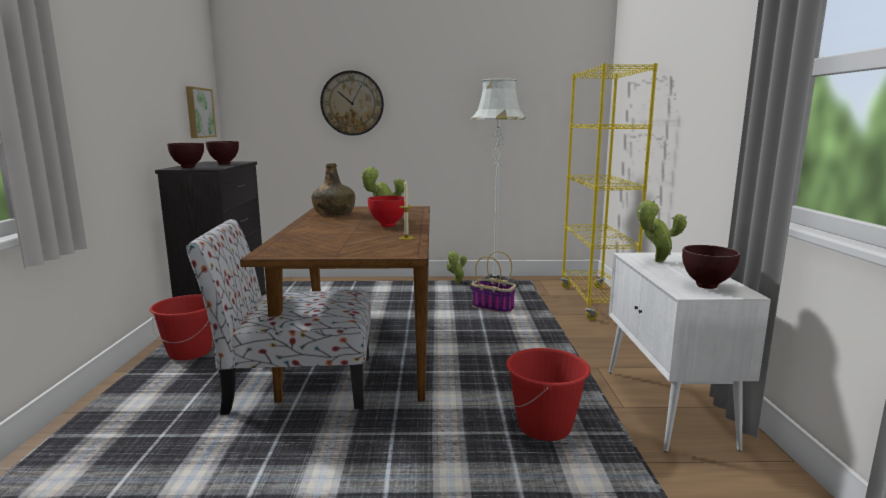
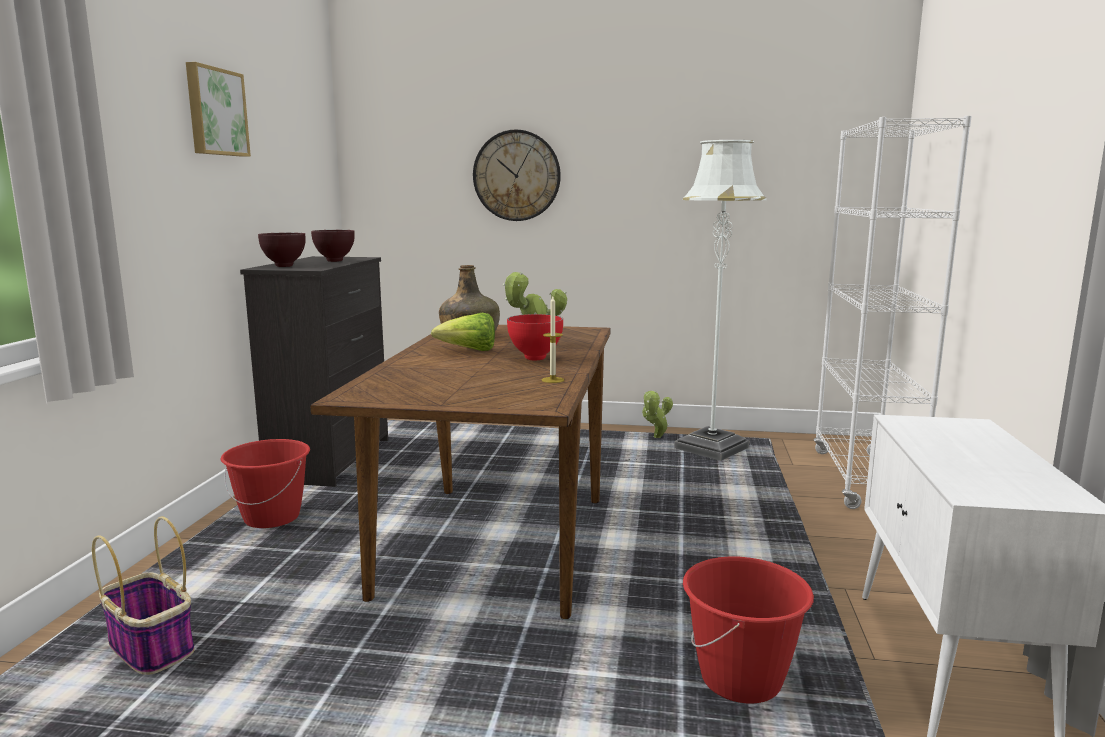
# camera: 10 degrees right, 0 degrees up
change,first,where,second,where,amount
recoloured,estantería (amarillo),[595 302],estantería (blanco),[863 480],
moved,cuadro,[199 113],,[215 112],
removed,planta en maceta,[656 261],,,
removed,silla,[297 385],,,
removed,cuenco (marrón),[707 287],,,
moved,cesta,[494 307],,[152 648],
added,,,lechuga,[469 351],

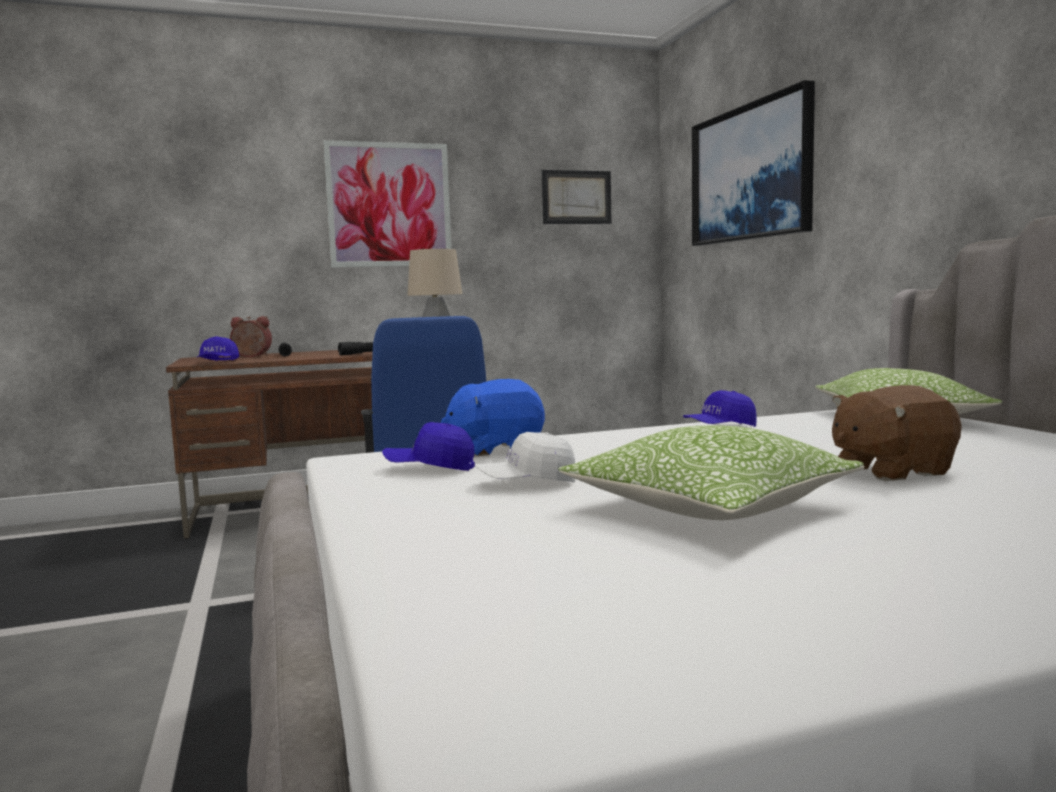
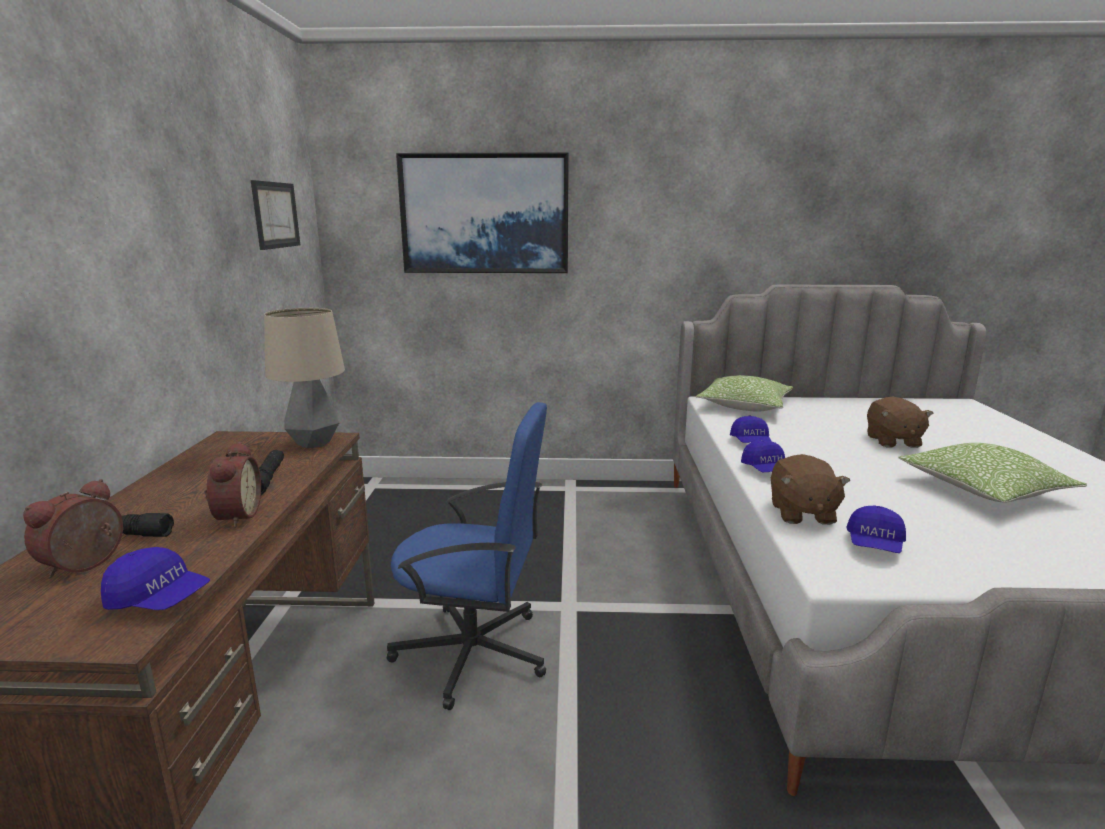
# camera: 70 degrees left, 10 degrees up
change,first,where,second,where,amount
removed,cuadro,[389 205],,,
recoloured,peluche (azul),[496 449],peluche (marrón),[801 513],
removed,gorra (blanco),[527 483],,,
added,,,gorra (azul),[766 470],
added,,,despertador,[235 516],

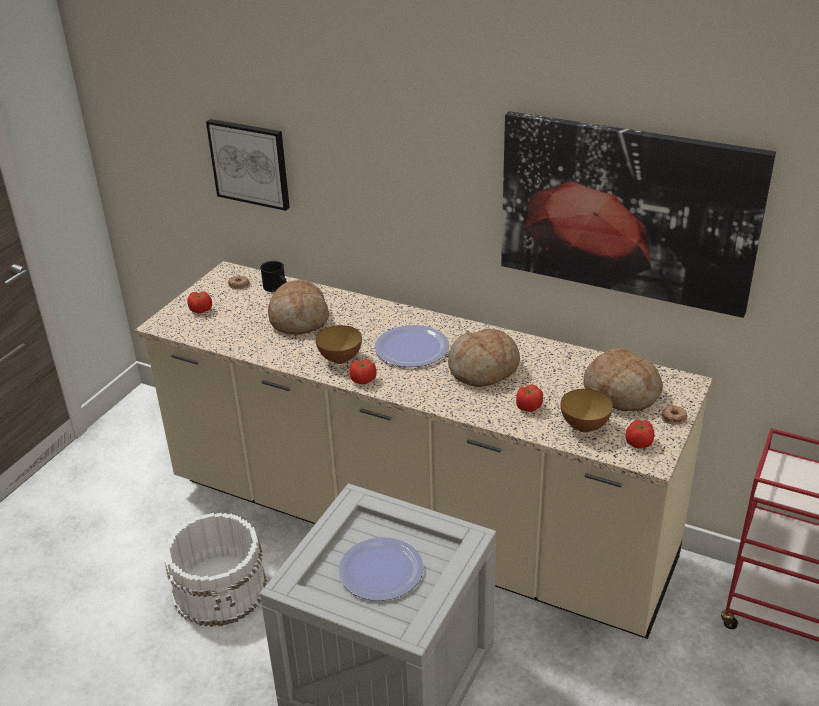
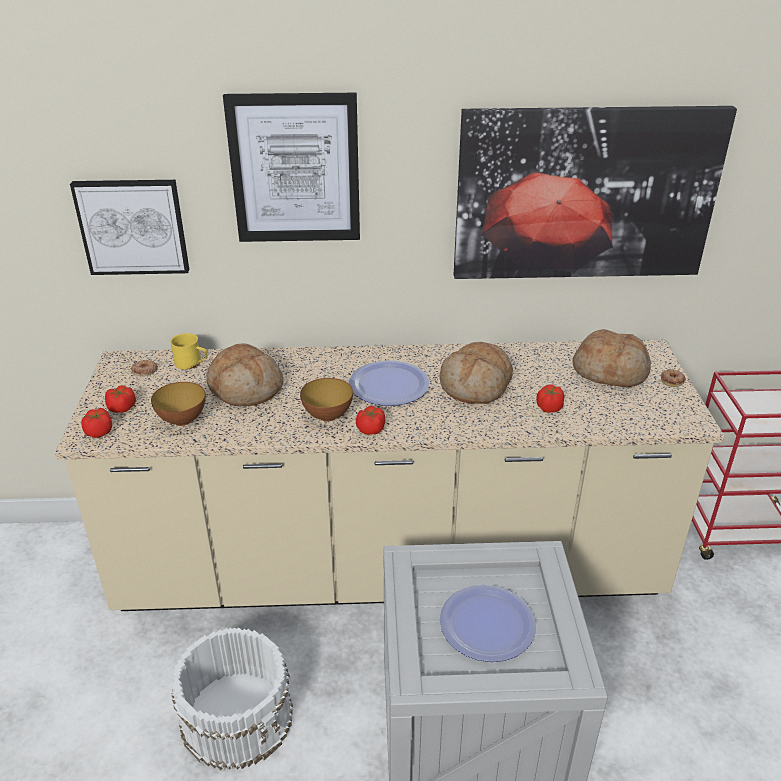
# camera: 30 degrees left, 0 degrees up
change,first,where,second,where,amount
recoloured,taza grande (negro),[276 288],taza grande (amarillo),[192 363],
moved,cuenco,[584 426],,[182 420],
moved,tomate,[639 443],,[99 432],
added,,,cuadro,[295 169],

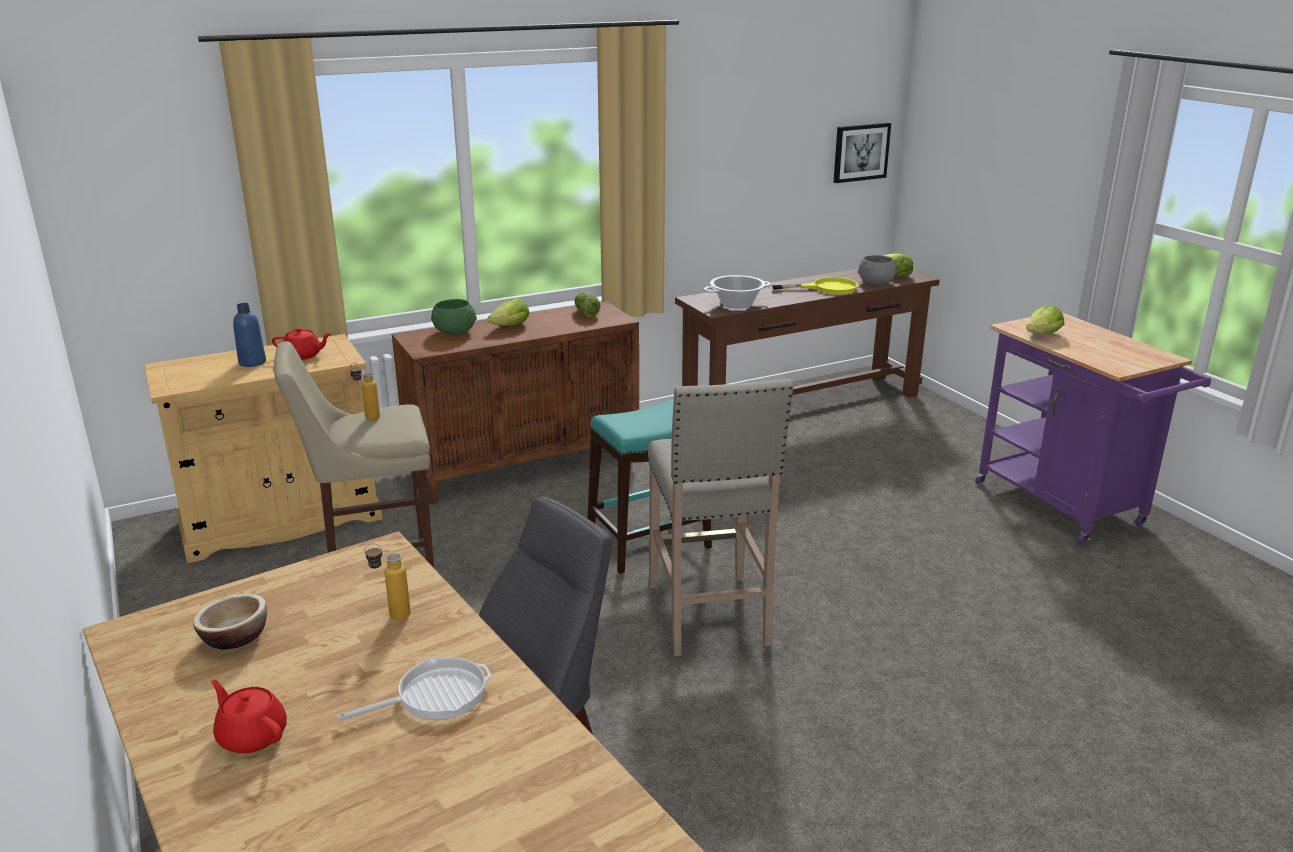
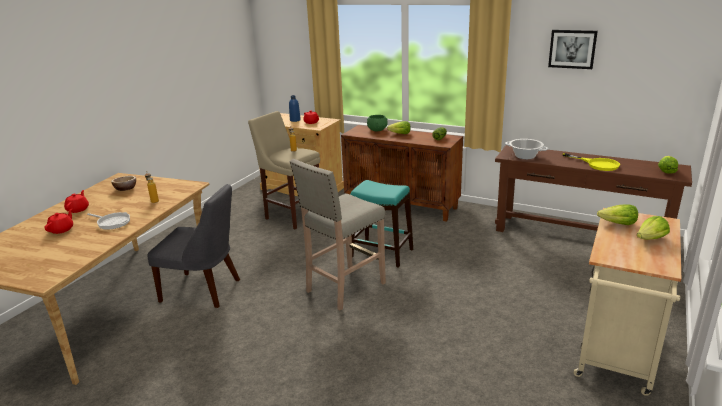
# camera: 55 degrees right, 0 degrees up
change,first,where,second,where,amount
moved,cuadro,[860 152],,[572 49],
removed,cuenco (gris),[876 283],,,
recoloured,carrito (morado),[1066 508],carrito (beis),[615 357],
added,,,tetera (rojo),[62 229],
added,,,lechuga,[651 239],

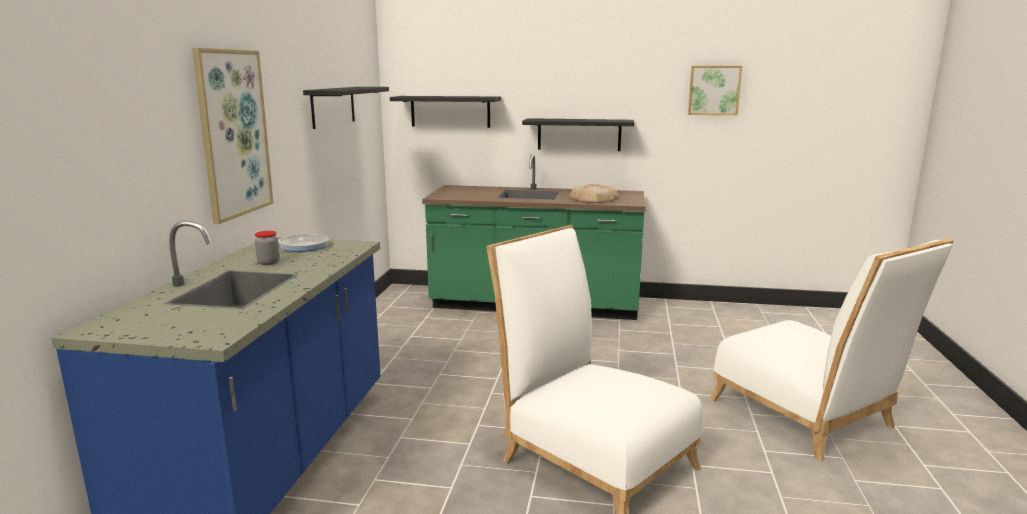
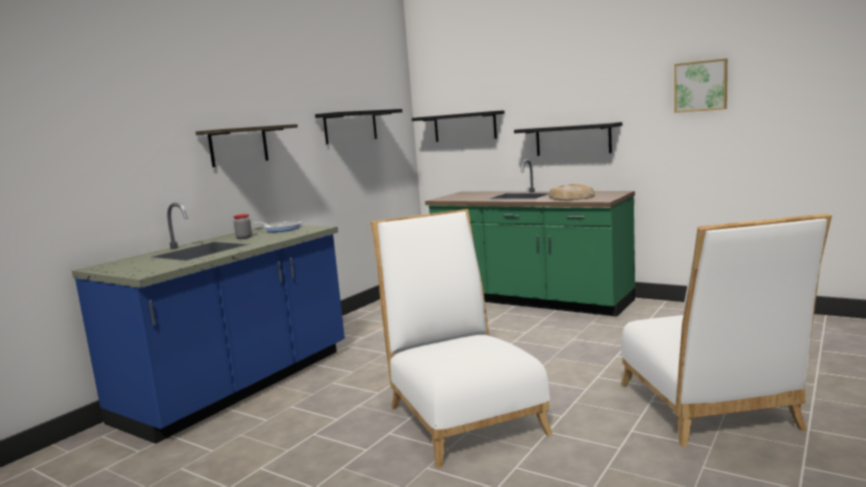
# camera: 25 degrees right, 5 degrees down
change,first,where,second,where,amount
replaced,cuadro,[233 133],estante,[238 146],

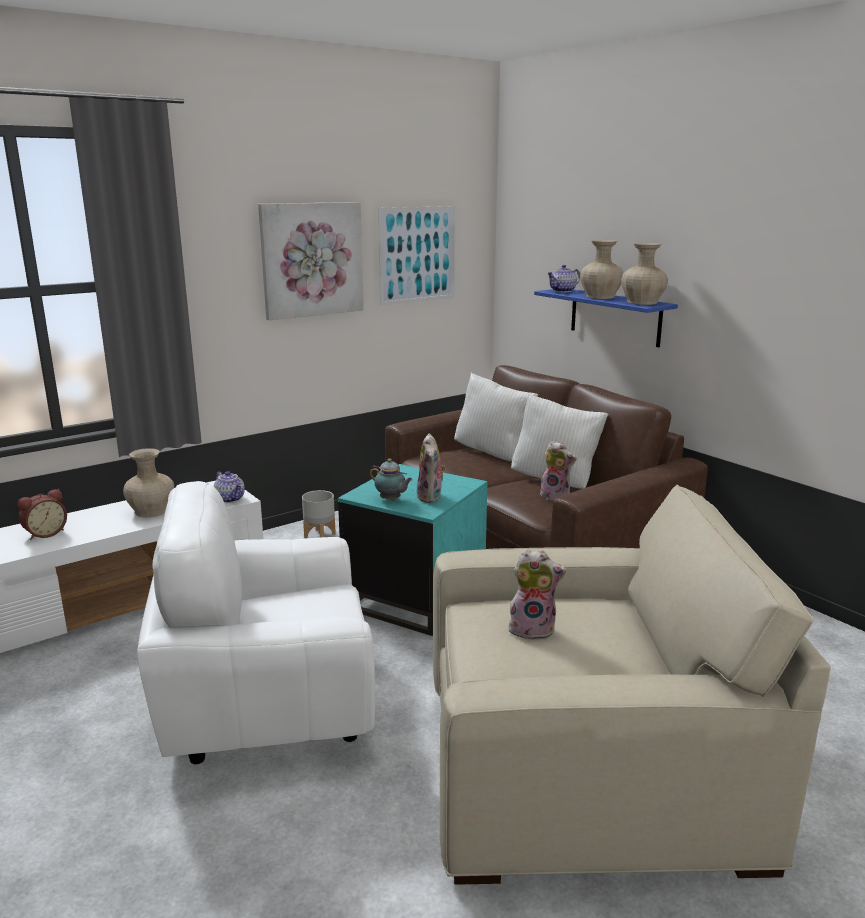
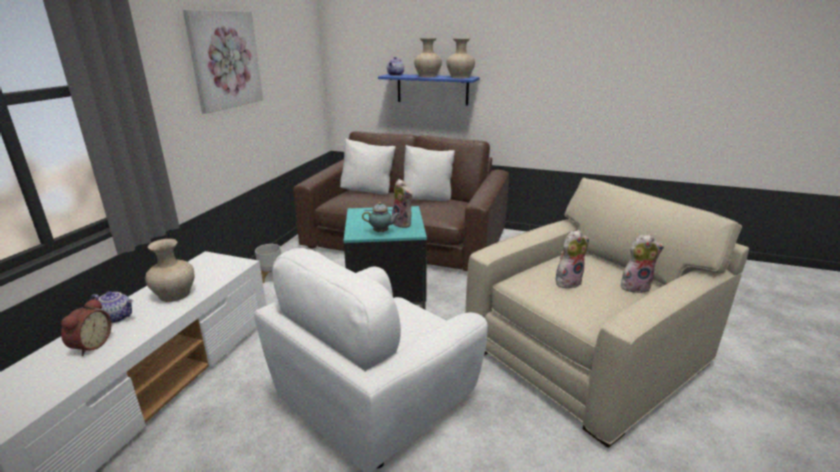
# camera: 35 degrees left, 5 degrees up
change,first,where,second,where,amount
removed,cuadro,[417 255],,,
moved,peluche,[556 497],,[635 286],
moved,tetera,[231 499],,[117 317],

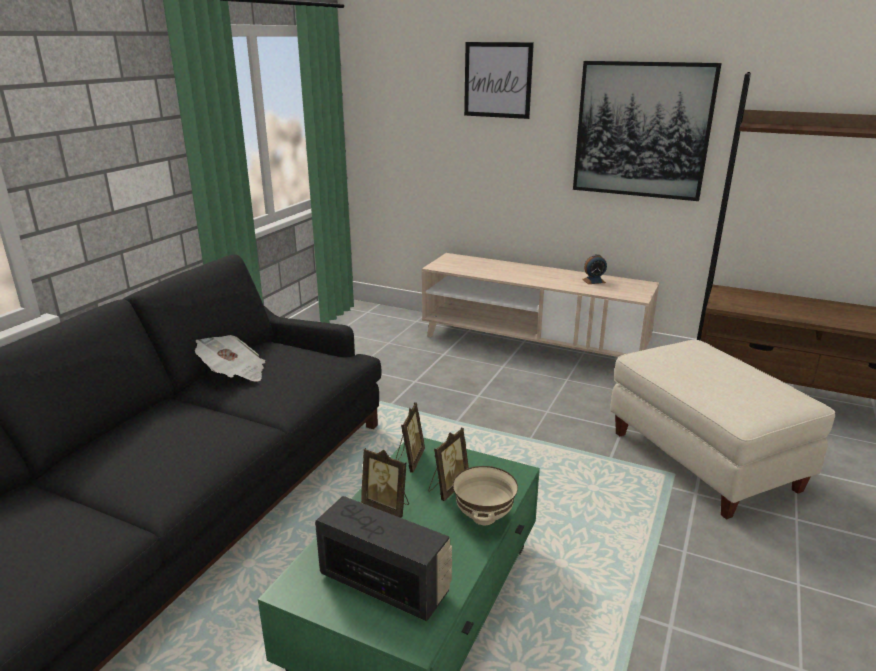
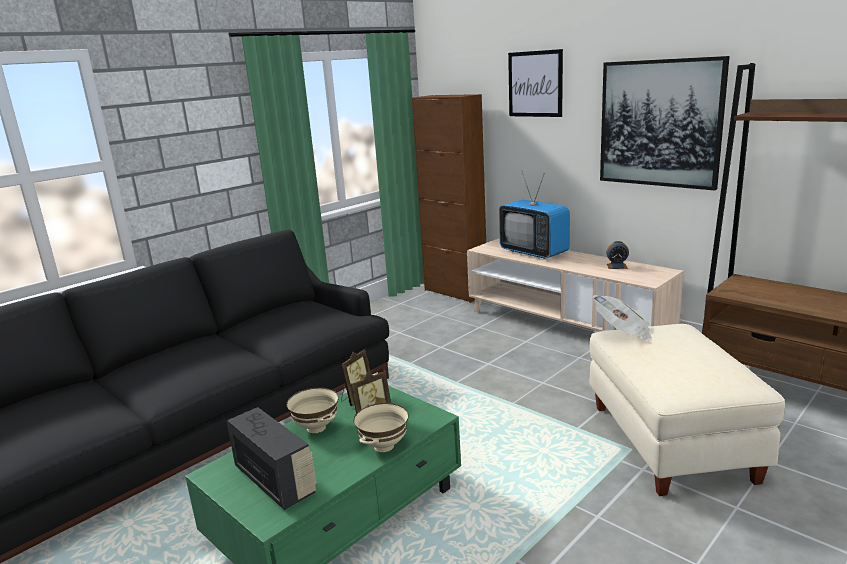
# camera: 20 degrees right, 5 degrees down
change,first,where,second,where,amount
moved,periódico,[234 373],,[623 332],
replaced,portarretratos,[387 506],cuenco (beis),[317 428],
added,,,armario (marrón),[455 292],
added,,,televisor,[534 252],

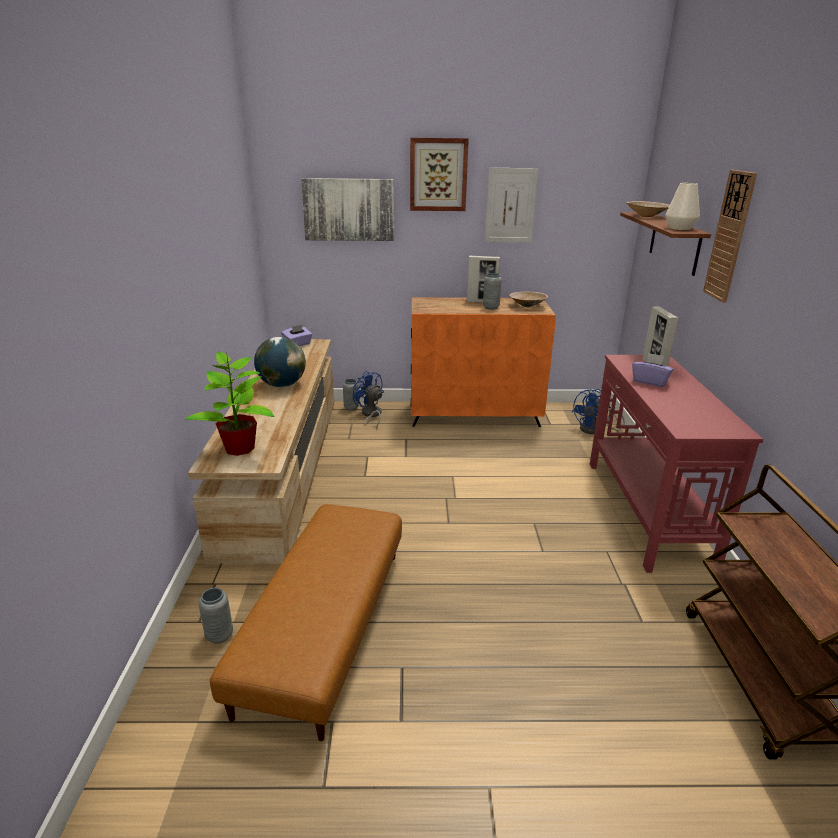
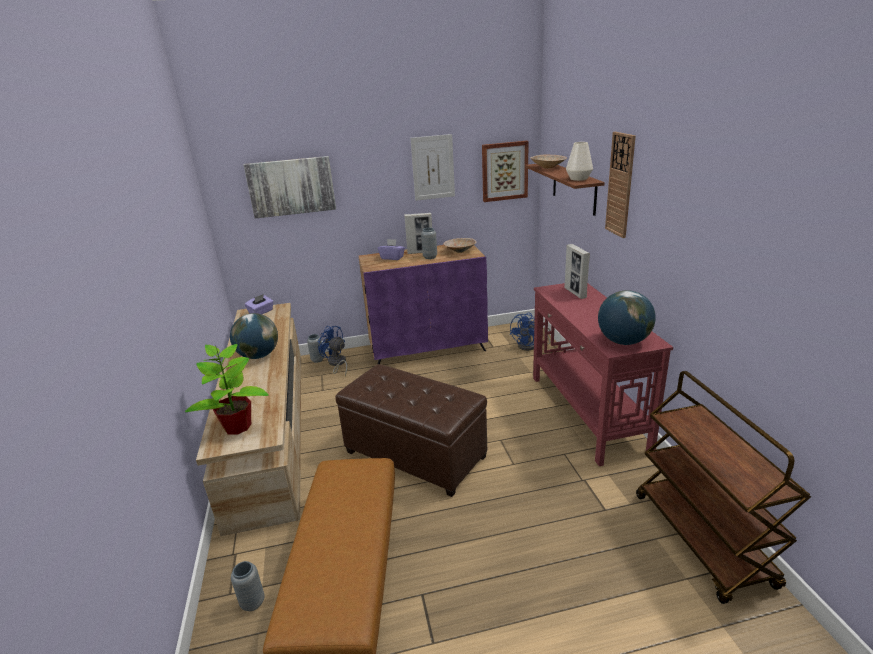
# camera: 10 degrees left, 0 degrees up
change,first,where,second,where,amount
moved,cuadro,[438 174],,[504 171],
recoloured,armario (naranja),[475 415],armario (morado),[428 349],
moved,caja de pañuelos (morado),[650 381],,[392 258],
added,,,globo terráqueo,[623 341],
added,,,puf (marrón),[415 454],

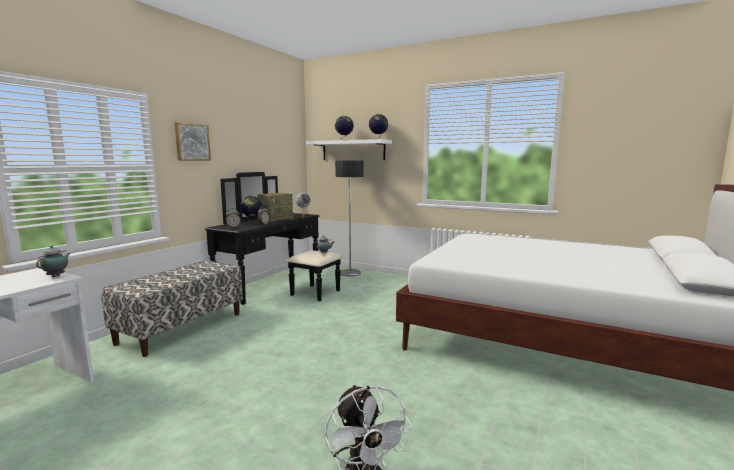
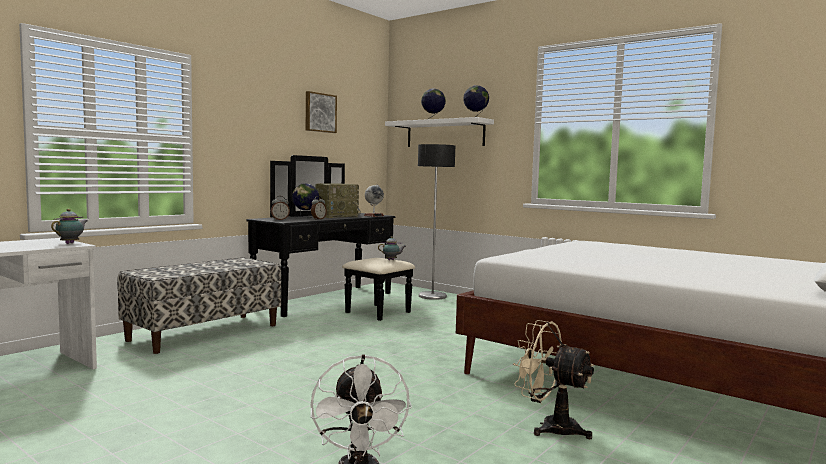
# camera: 10 degrees right, 5 degrees down
change,first,where,second,where,amount
moved,cuadro,[192 142],,[320 112],
added,,,ventilador (beis),[550 427],

